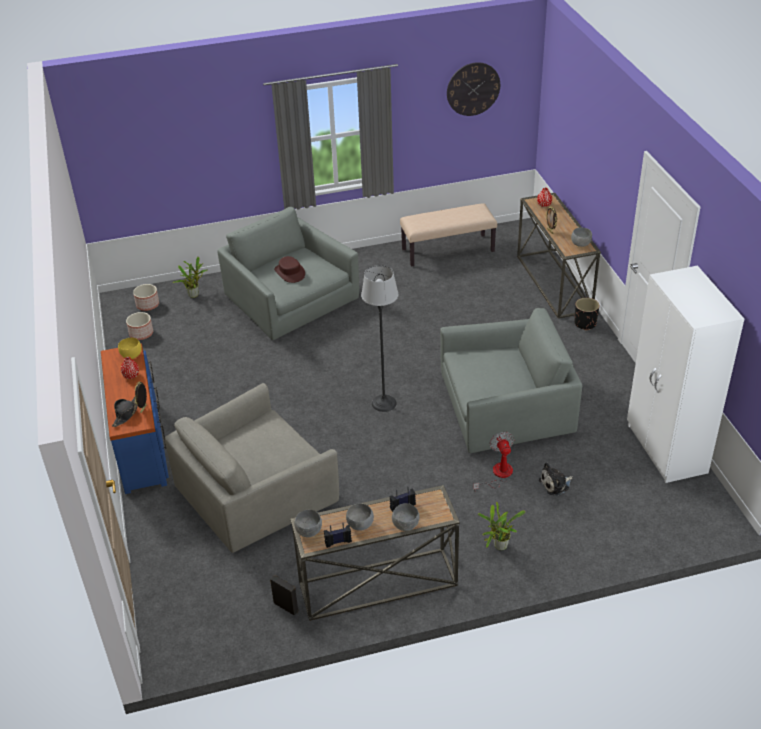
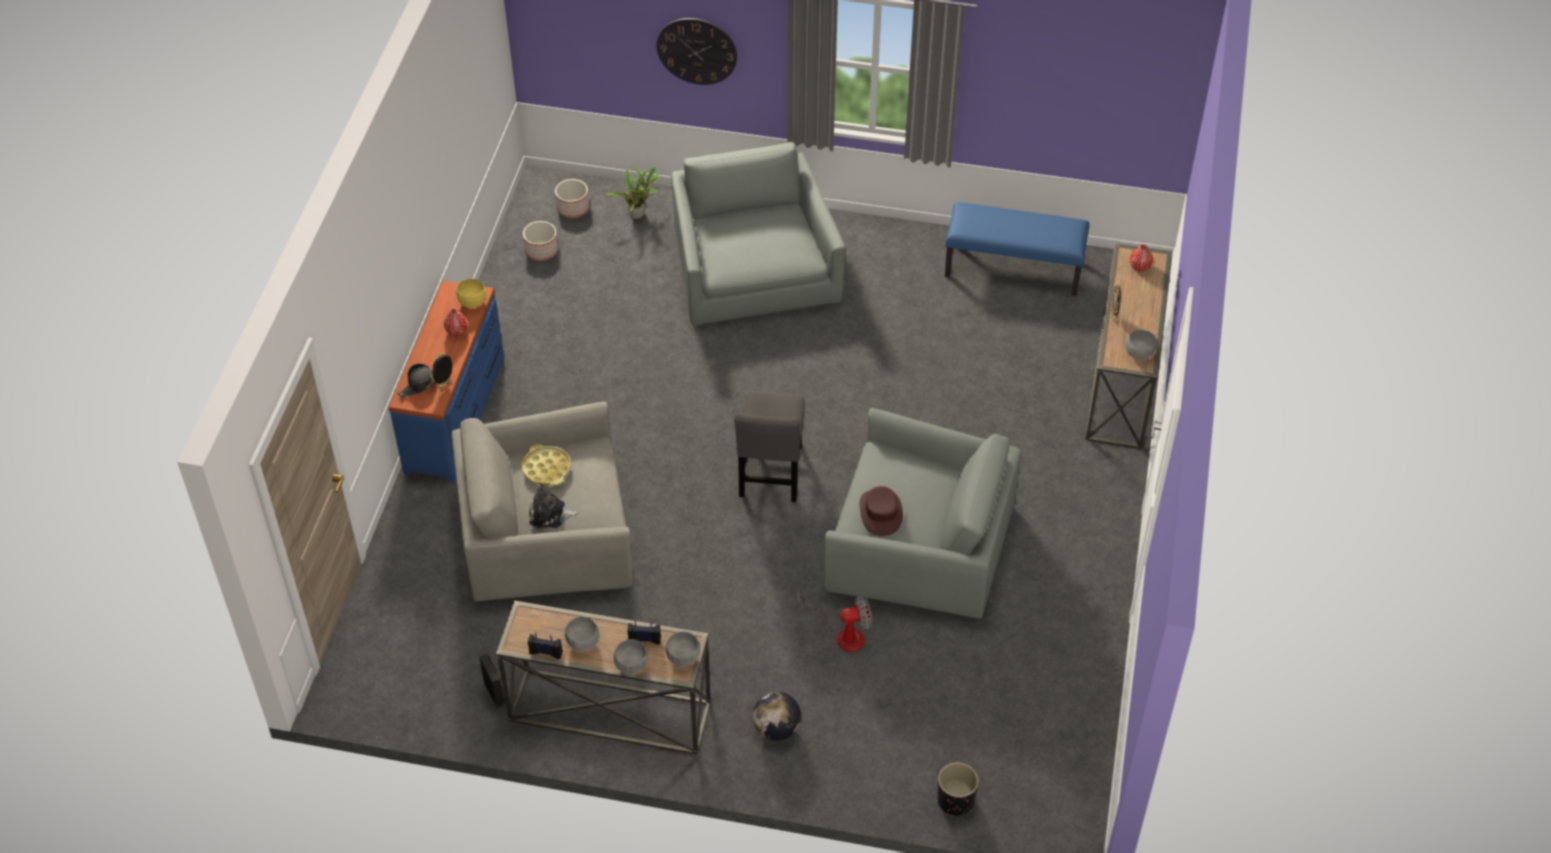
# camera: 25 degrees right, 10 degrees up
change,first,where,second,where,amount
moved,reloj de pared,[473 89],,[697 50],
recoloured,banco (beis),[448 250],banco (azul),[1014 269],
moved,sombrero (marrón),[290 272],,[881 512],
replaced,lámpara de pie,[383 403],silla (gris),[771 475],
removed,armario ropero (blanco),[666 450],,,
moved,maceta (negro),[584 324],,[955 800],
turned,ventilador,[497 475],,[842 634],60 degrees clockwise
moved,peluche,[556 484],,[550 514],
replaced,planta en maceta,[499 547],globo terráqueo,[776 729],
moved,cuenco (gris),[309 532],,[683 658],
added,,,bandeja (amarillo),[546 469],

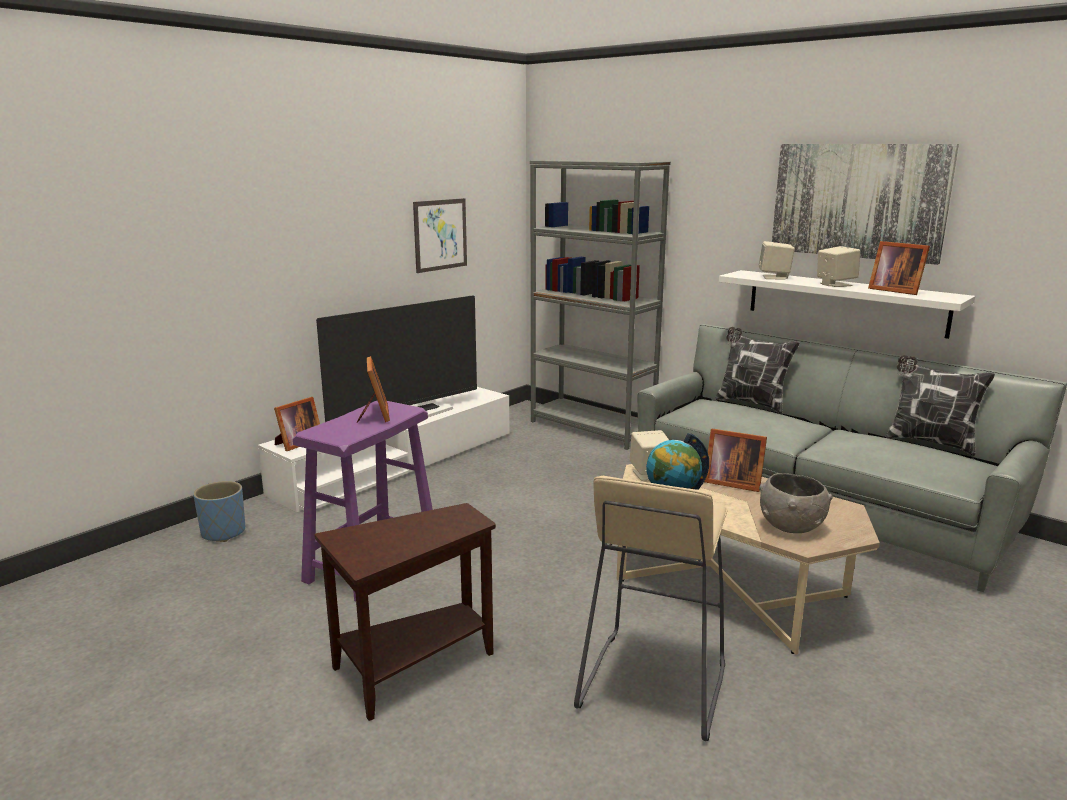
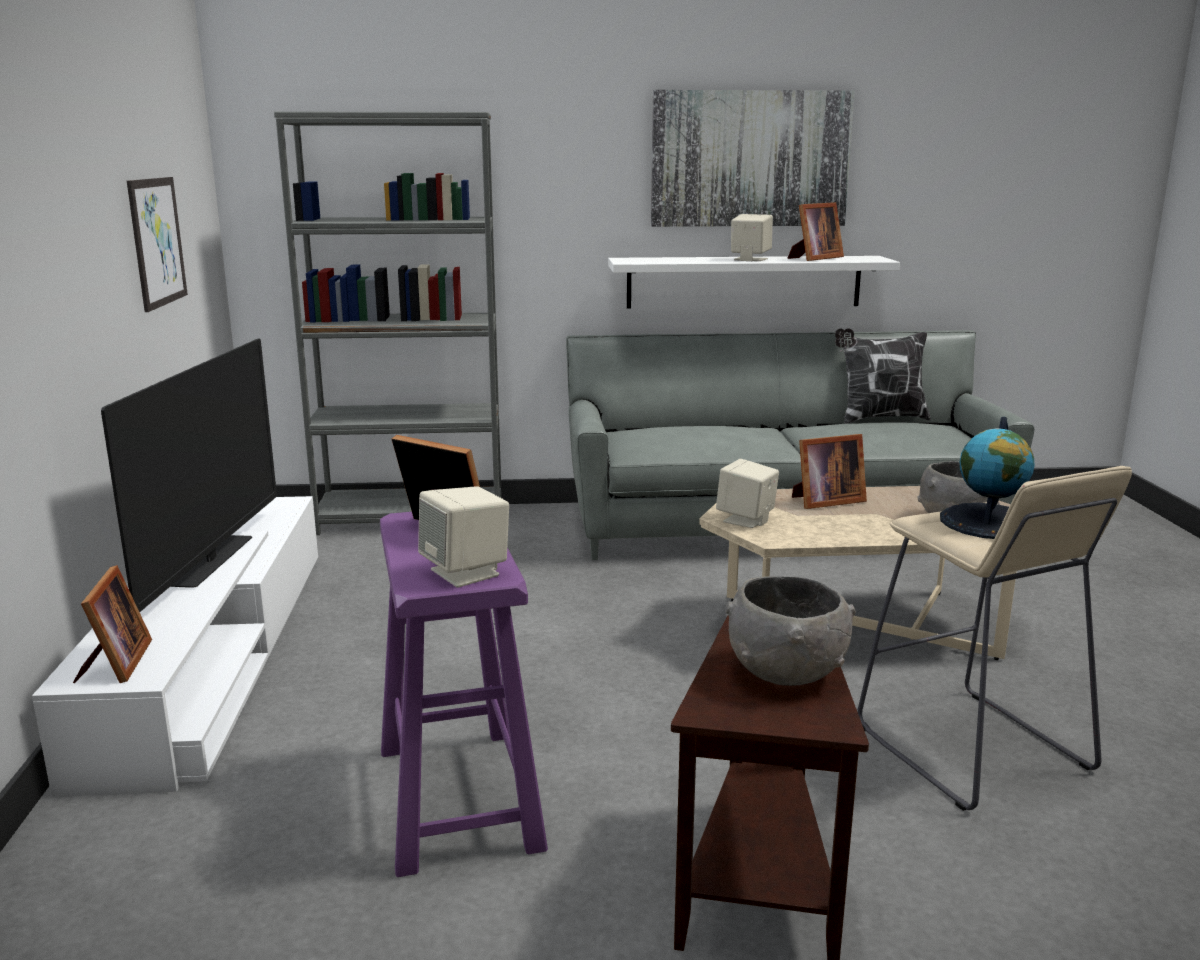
# camera: 45 degrees left, 0 degrees up
change,first,where,second,where,amount
moved,altavoz (beis),[774 277],,[466 572],
turned,portarretratos,[894 290],,[814 258],45 degrees counterclockwise
removed,cojín,[751 403],,,
removed,maceta (azul),[223 533],,,
added,,,cuenco (gris),[786 672],

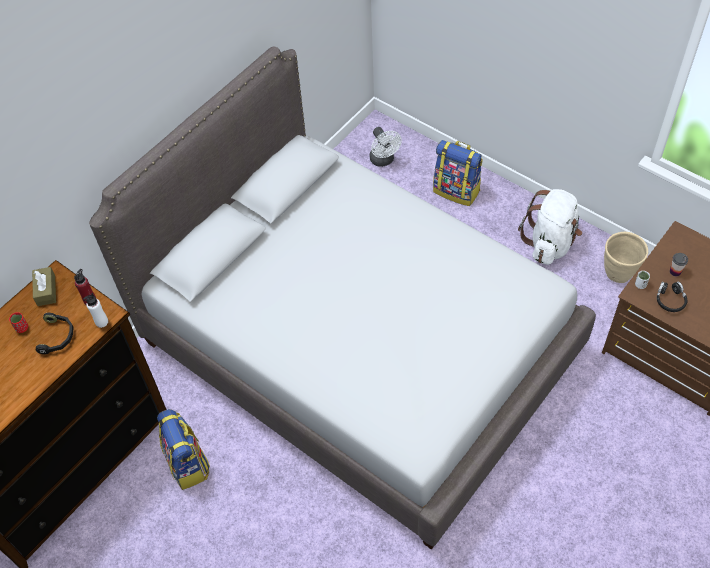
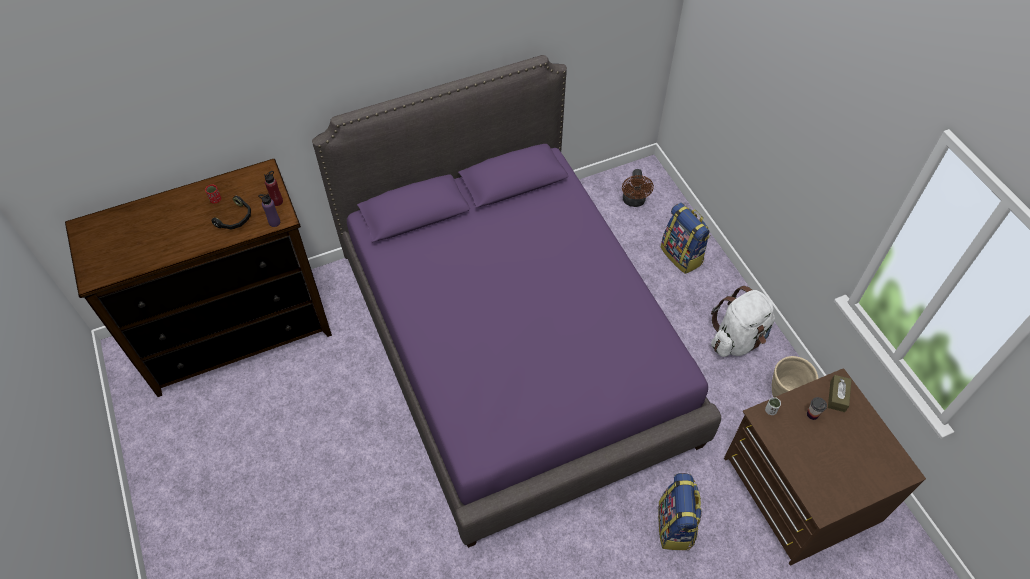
# camera: 25 degrees right, 0 degrees up
change,first,where,second,where,amount
recoloured,cama (gris),[359 346],cama (morado),[515 348],
recoloured,ventilador (blanco),[383 161],ventilador (marrón),[634 202],
moved,caja de pañuelos (marrón),[46 290],,[837 396],
removed,auriculares (negro),[670 300],,,
recoloured,botella (blanco),[101 322],botella (morado),[274 222],
moved,mochila,[188 464],,[675 526],

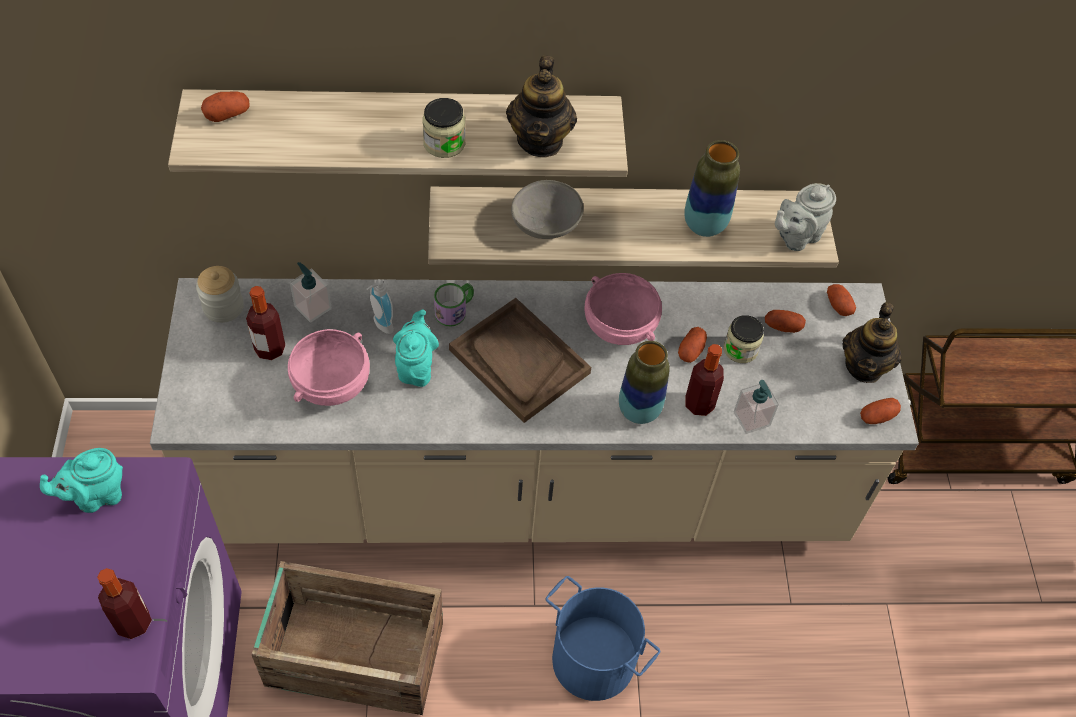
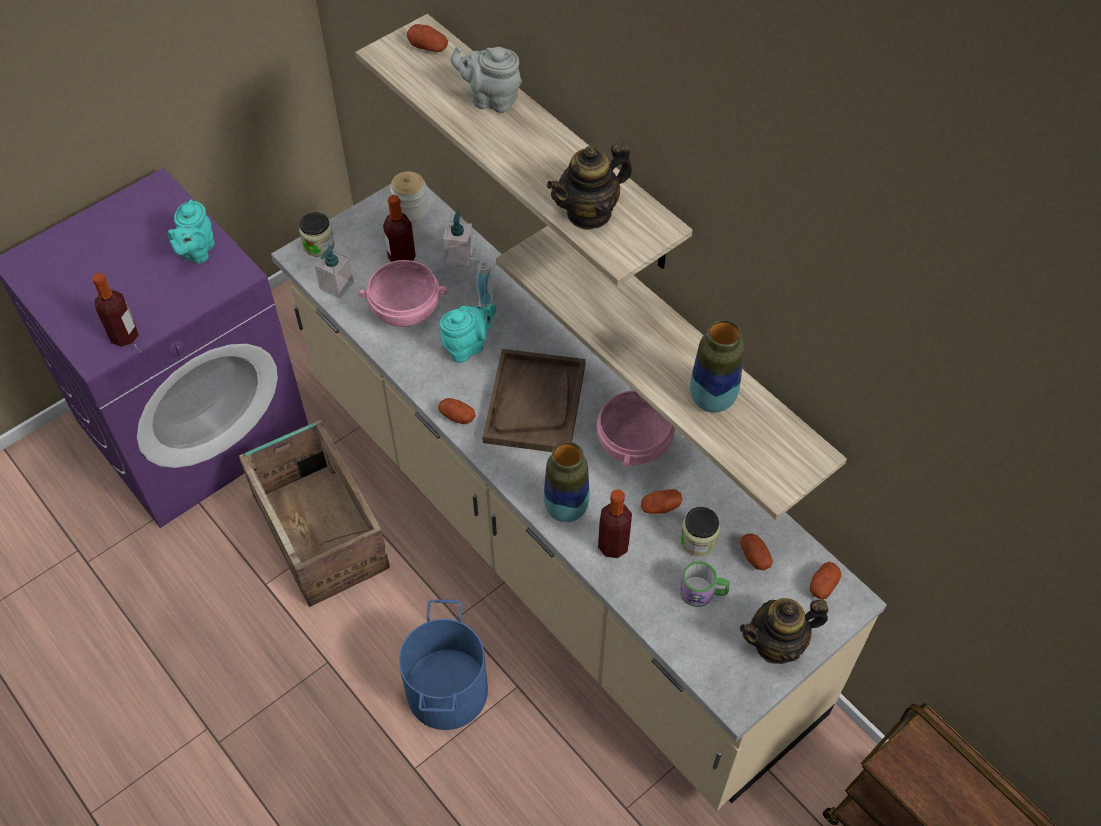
# camera: 55 degrees right, 0 degrees up
change,first,where,second,where,amount
moved,tarro,[444 143],,[319 245],
removed,cuenco (gris),[546 224],,,
moved,tetera (gris),[796 237],,[491 99],
moved,taza grande,[455 310],,[703 592],
moved,dispensador de jabón,[751 419],,[336 286],
moved,patata,[877 417],,[457 416],
turned,tetera (turquesa),[96 496],,[196 252],105 degrees counterclockwise

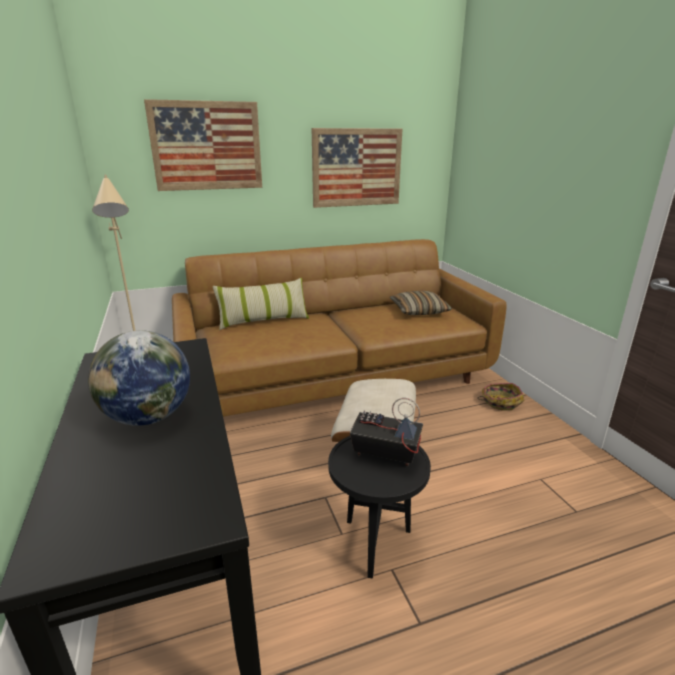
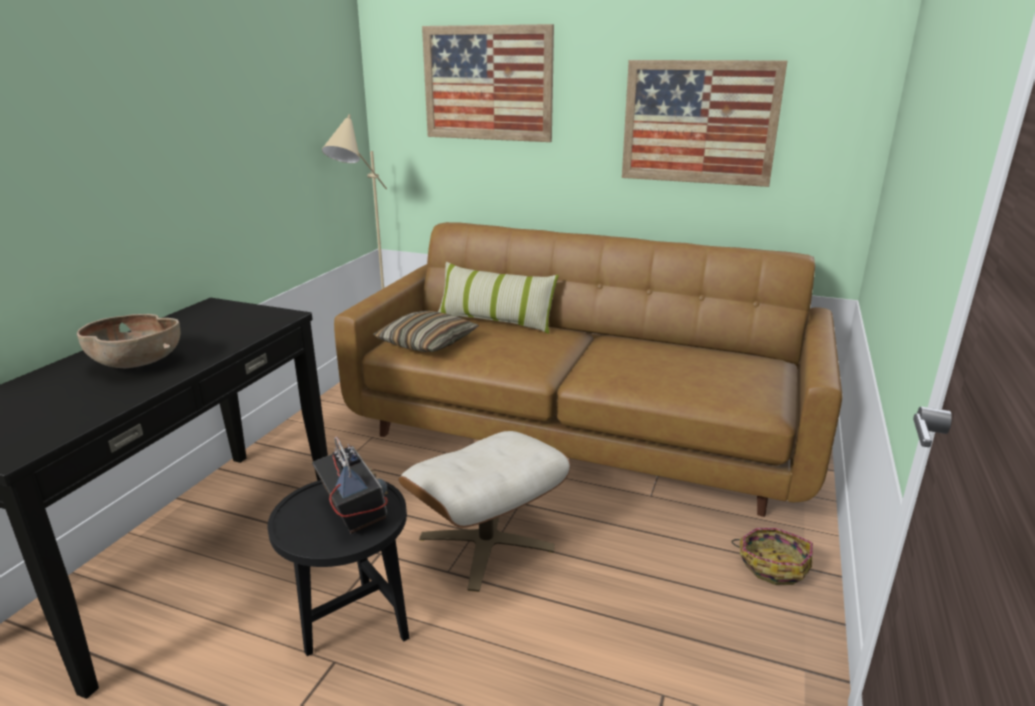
# camera: 40 degrees right, 0 degrees up
change,first,where,second,where,amount
moved,cojín,[419 311],,[427 343],
replaced,globo terráqueo,[148 417],cuenco (marrón),[136 364],

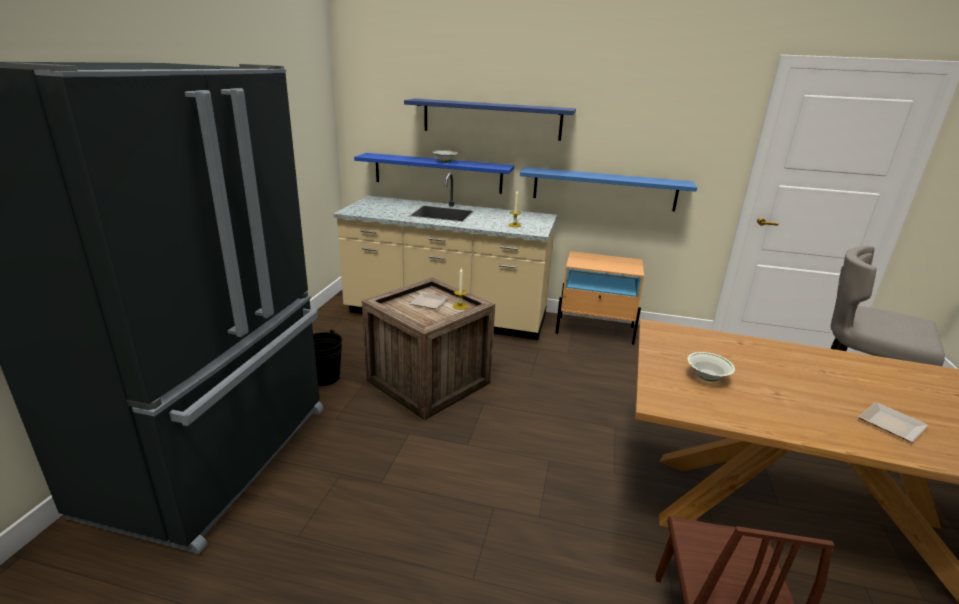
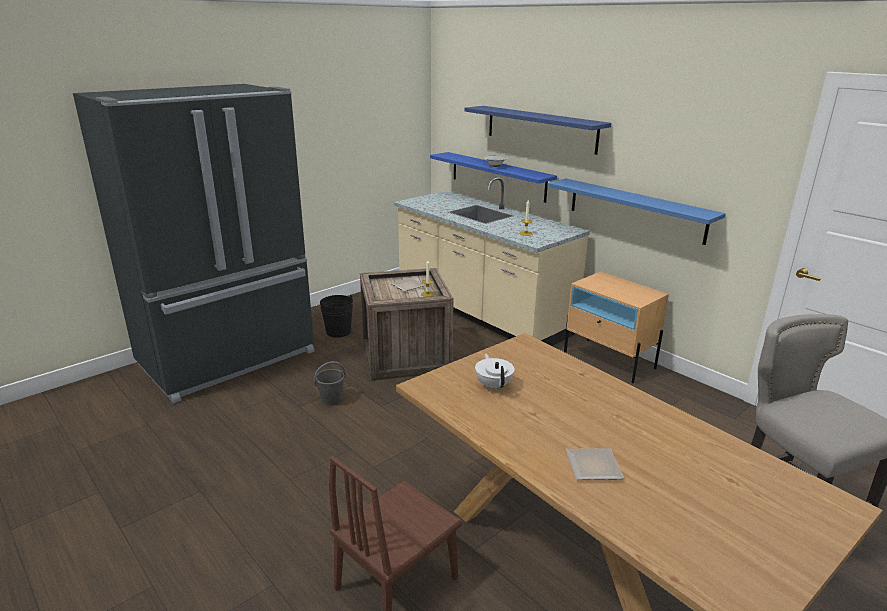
# camera: 35 degrees right, 0 degrees up
change,first,where,second,where,amount
replaced,cuenco (blanco),[706 378],tetera (blanco),[494 385],
added,,,cubo (gris),[331 400],

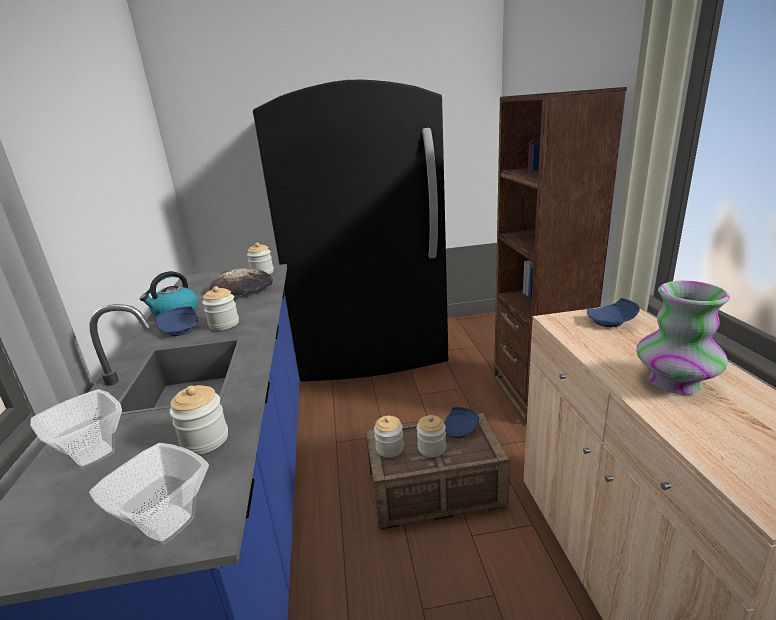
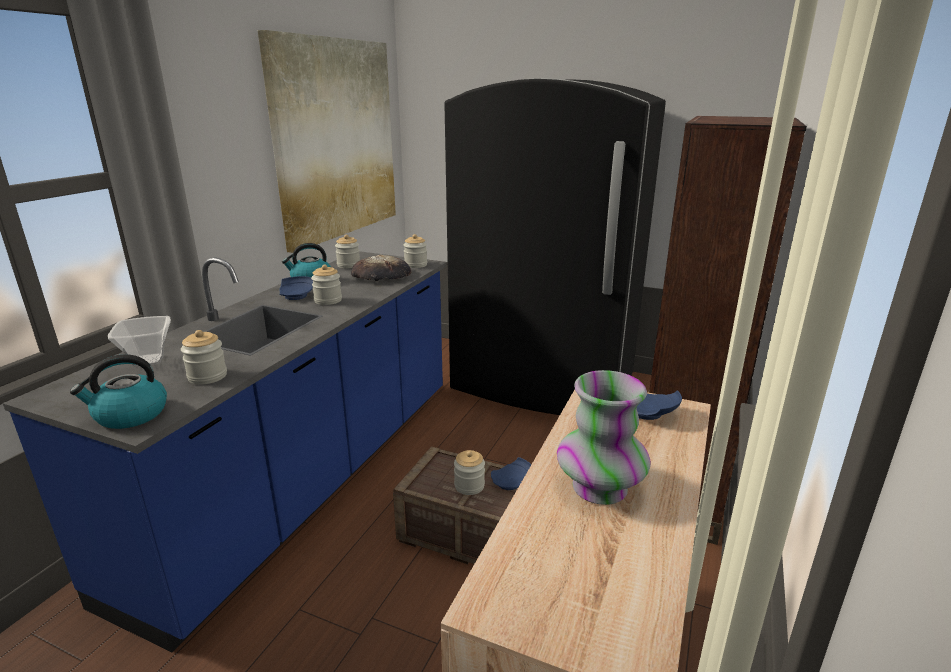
# camera: 30 degrees right, 0 degrees up
change,first,where,second,where,amount
moved,tarro,[390 448],,[348 265],
replaced,cuenco,[169 524],hervidor,[130 415],
added,,,cuadro,[336 140],

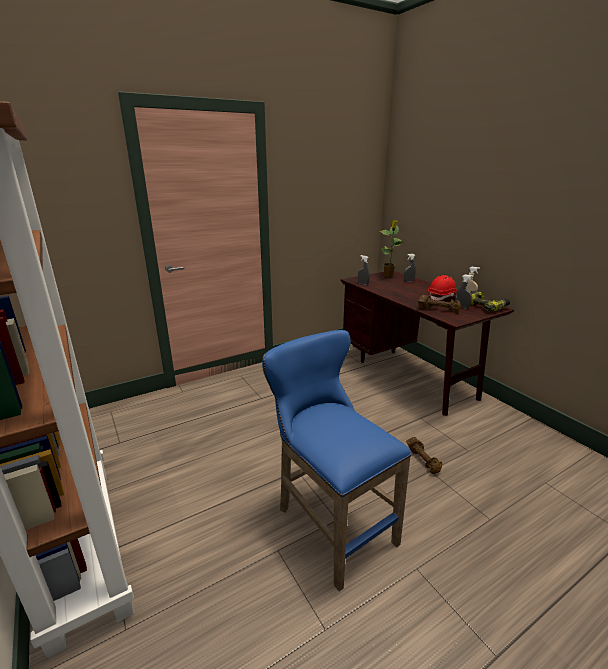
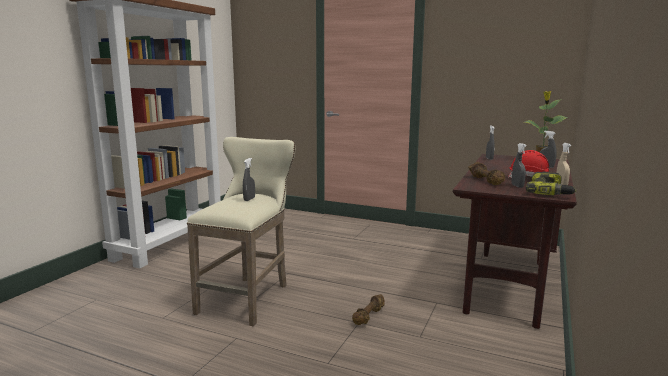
# camera: 55 degrees right, 10 degrees down
change,first,where,second,where,amount
recoloured,taburete (azul),[330 523],taburete (beis),[249 297],
added,,,pulverizador (gris),[249 199],

